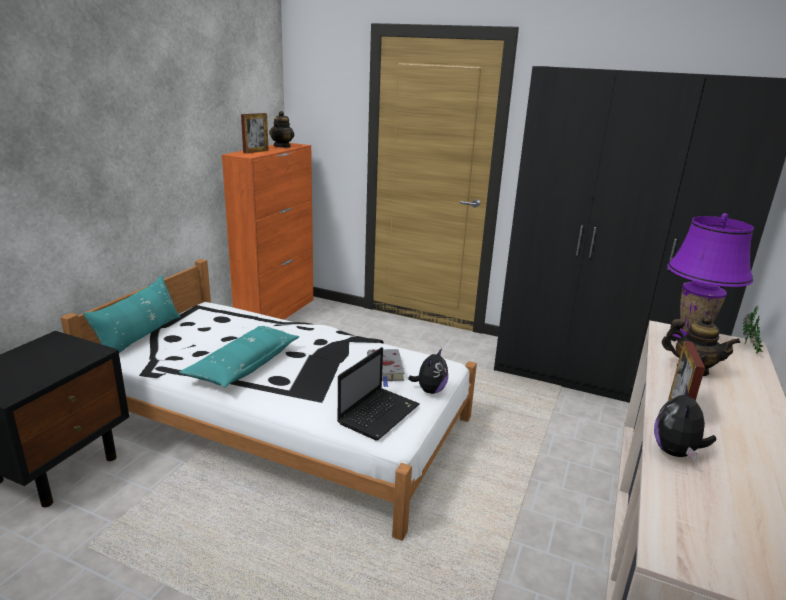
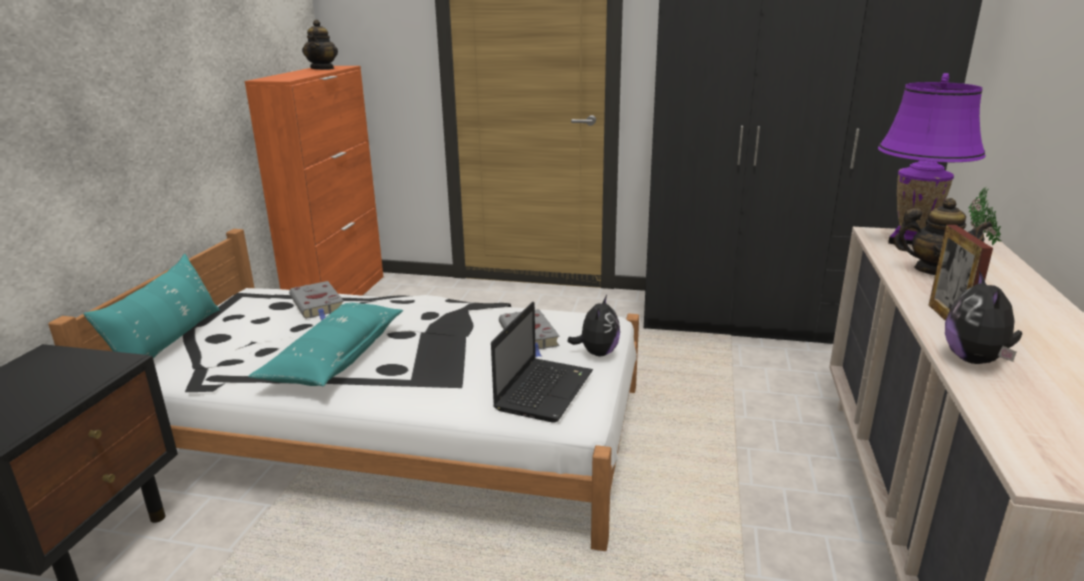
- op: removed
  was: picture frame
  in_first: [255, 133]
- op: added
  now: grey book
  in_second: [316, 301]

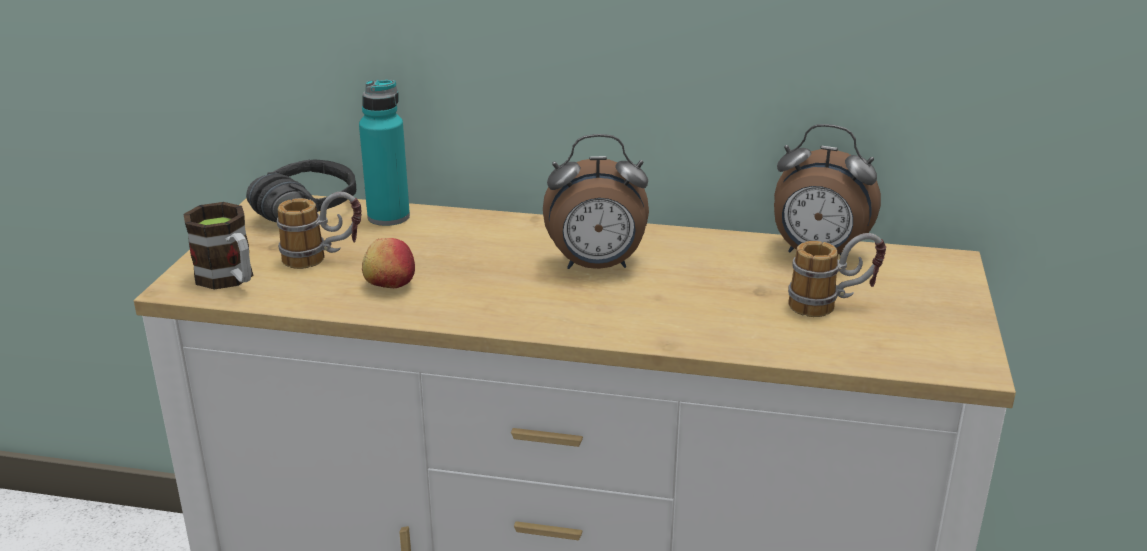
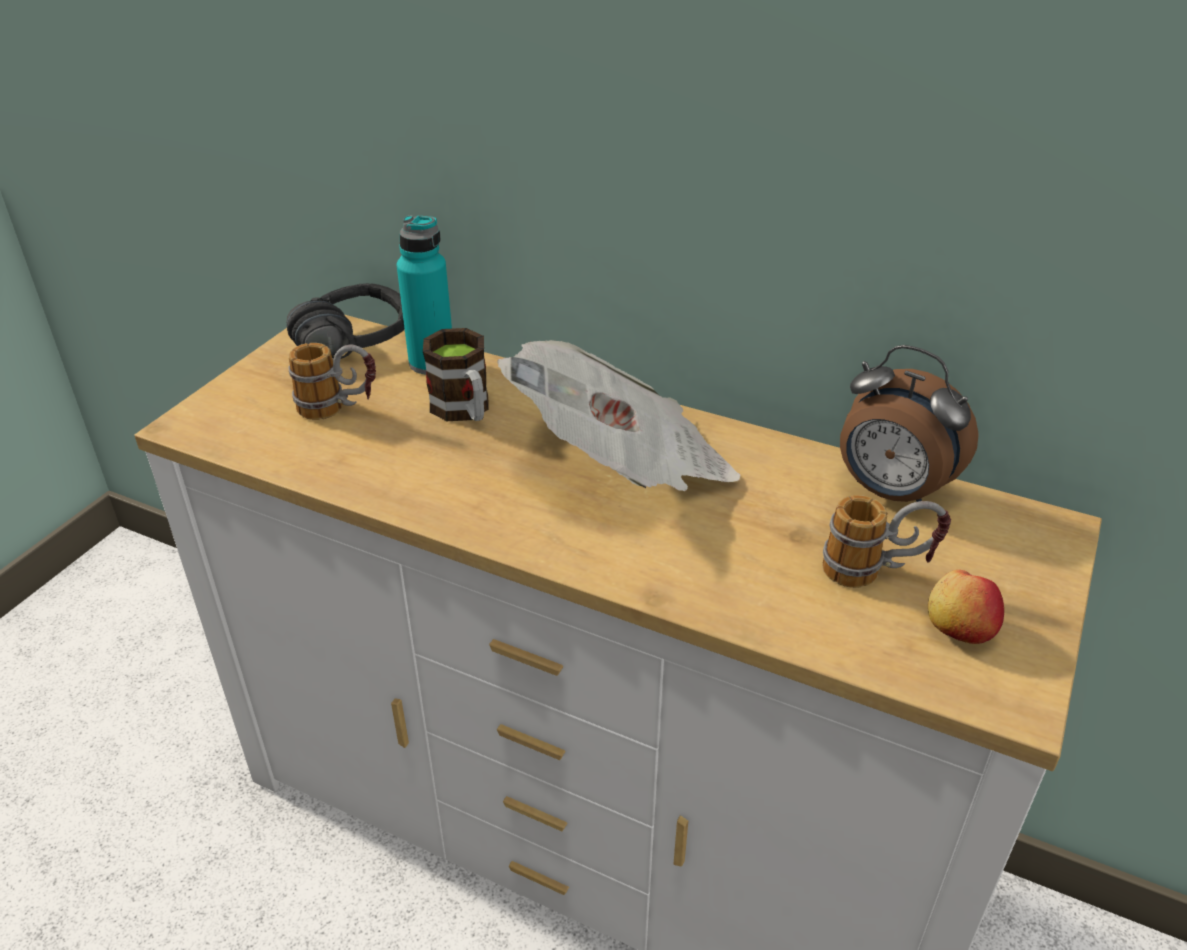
- op: moved
  was: mug
  in_first: [218, 246]
  in_second: [456, 374]
- op: moved
  was: apple
  in_first: [388, 263]
  in_second: [966, 607]
- op: replaced
  was: alarm clock
  now: newspaper
  in_first: [596, 201]
  in_second: [619, 415]

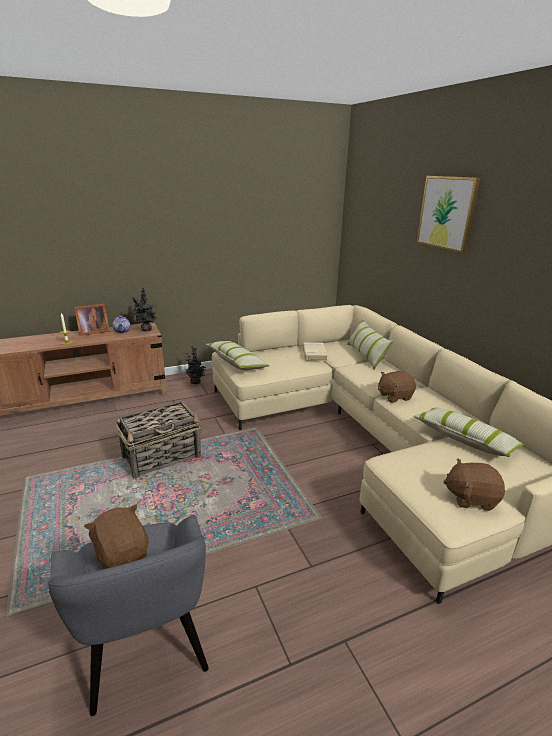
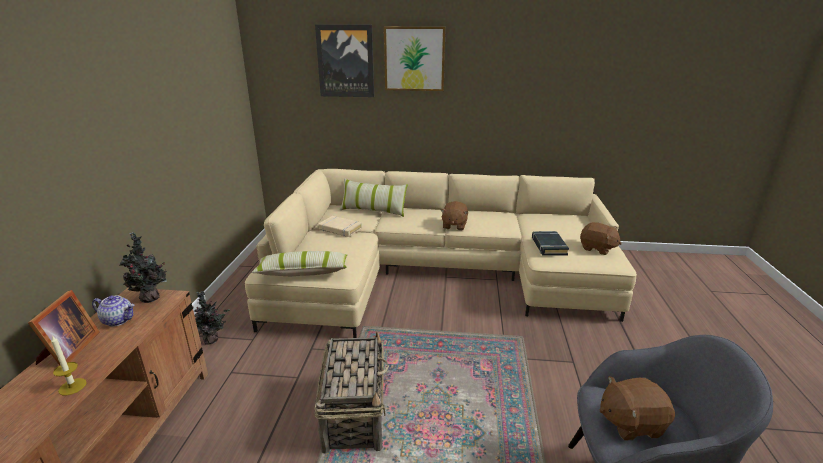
- op: removed
  was: pillow
  in_first: [468, 432]
- op: added
  now: picture
  in_second: [344, 61]
- op: added
  now: black book
  in_second: [550, 243]
- op: turned
  was: brown plush toy
  in_first: [474, 484]
  in_second: [601, 238]
  clockwise: -90

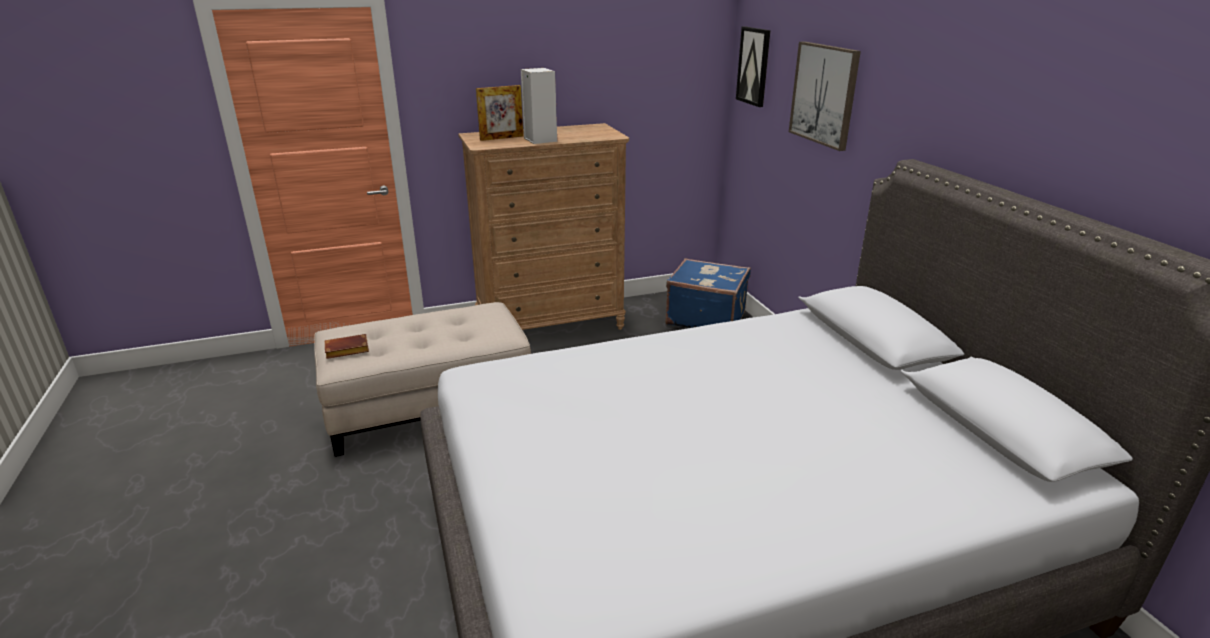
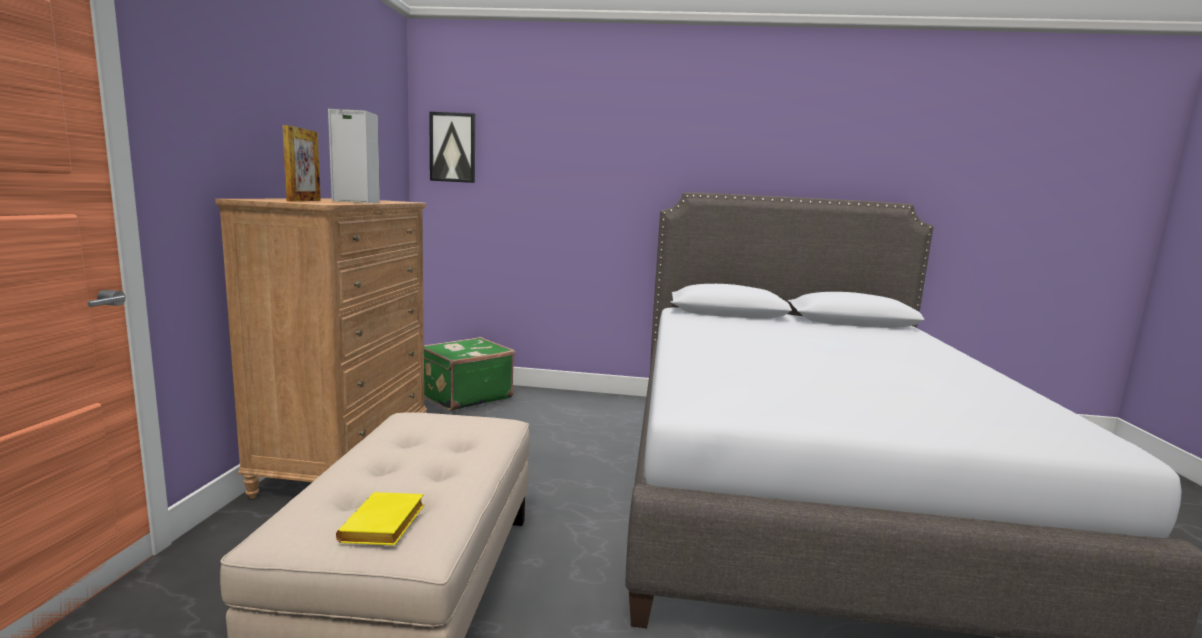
- op: removed
  was: picture
  in_first: [825, 96]
- op: recoloured
  was: brown book
  now: yellow book
  in_first: [347, 346]
  in_second: [380, 518]
- op: recoloured
  was: blue suitcase
  now: green suitcase
  in_first: [708, 293]
  in_second: [469, 374]

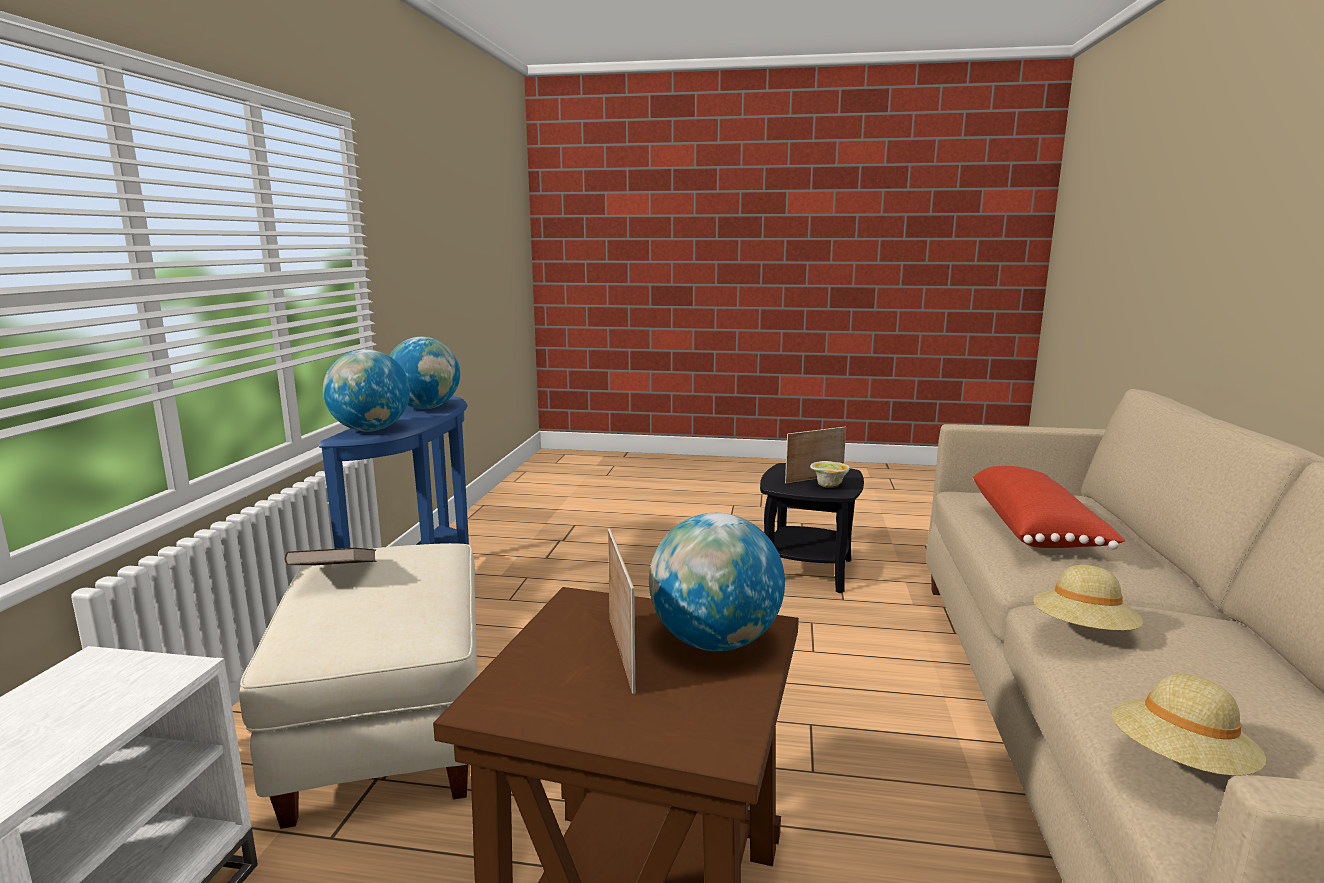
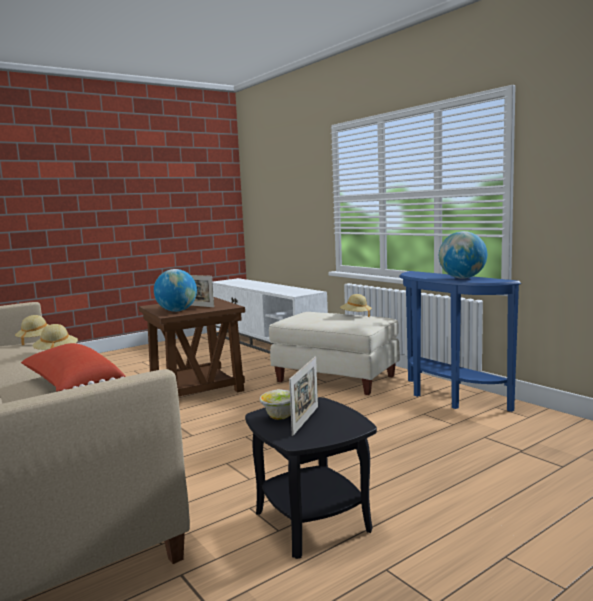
- op: removed
  was: globe
  in_first: [366, 390]
- op: replaced
  was: brown book
  now: beige hat
  in_first: [330, 556]
  in_second: [356, 305]

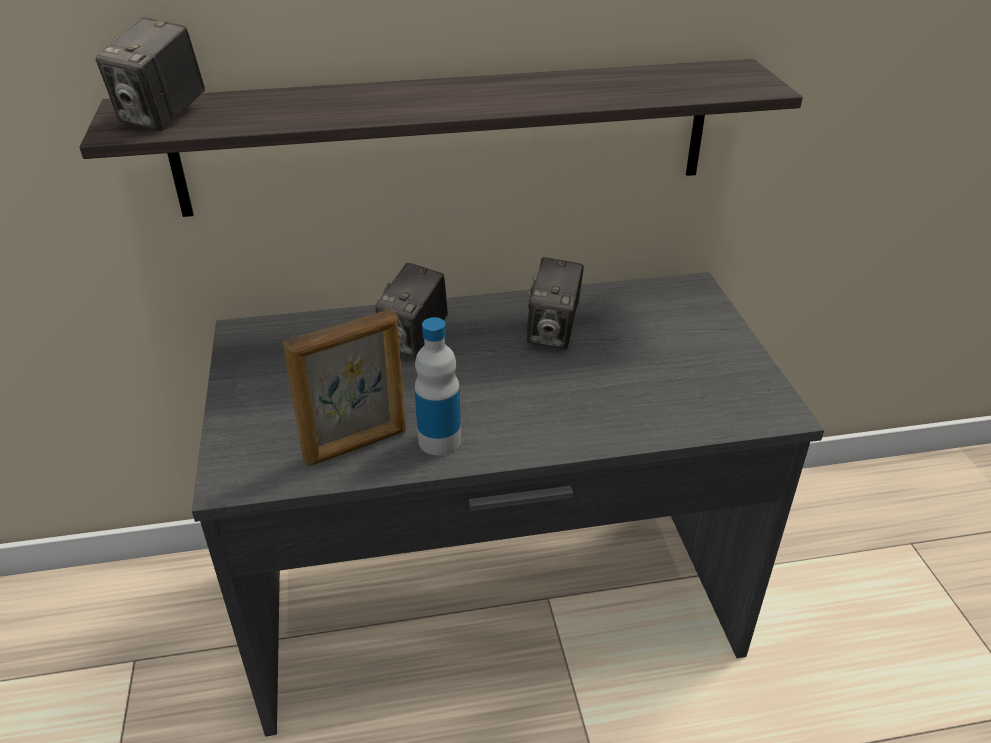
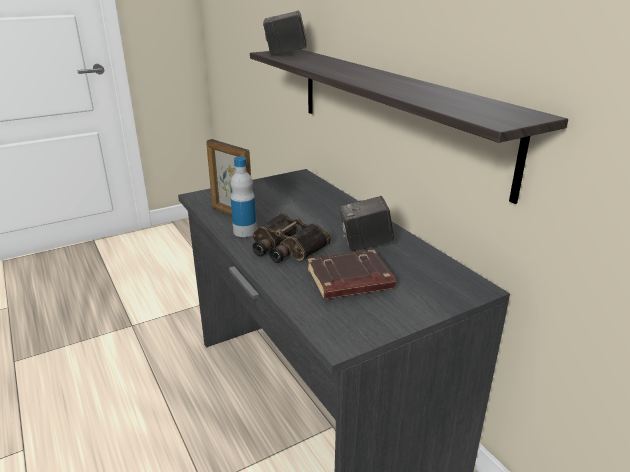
- op: removed
  was: photo camera
  in_first: [411, 310]
- op: added
  now: binoculars
  in_second: [291, 238]
- op: added
  now: brown book
  in_second: [351, 274]

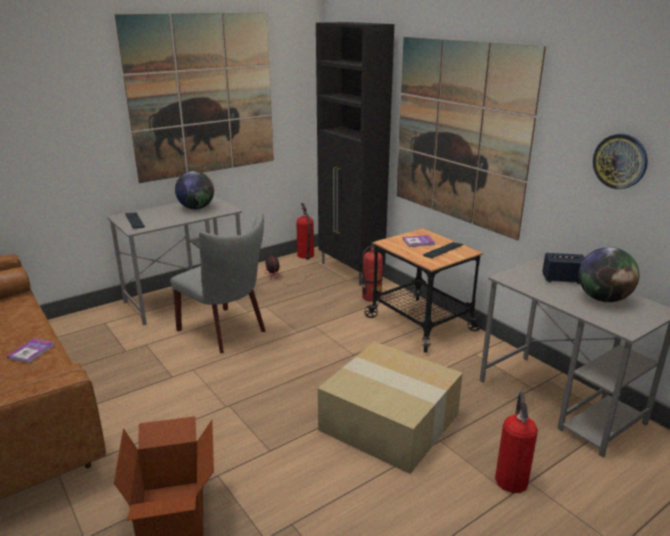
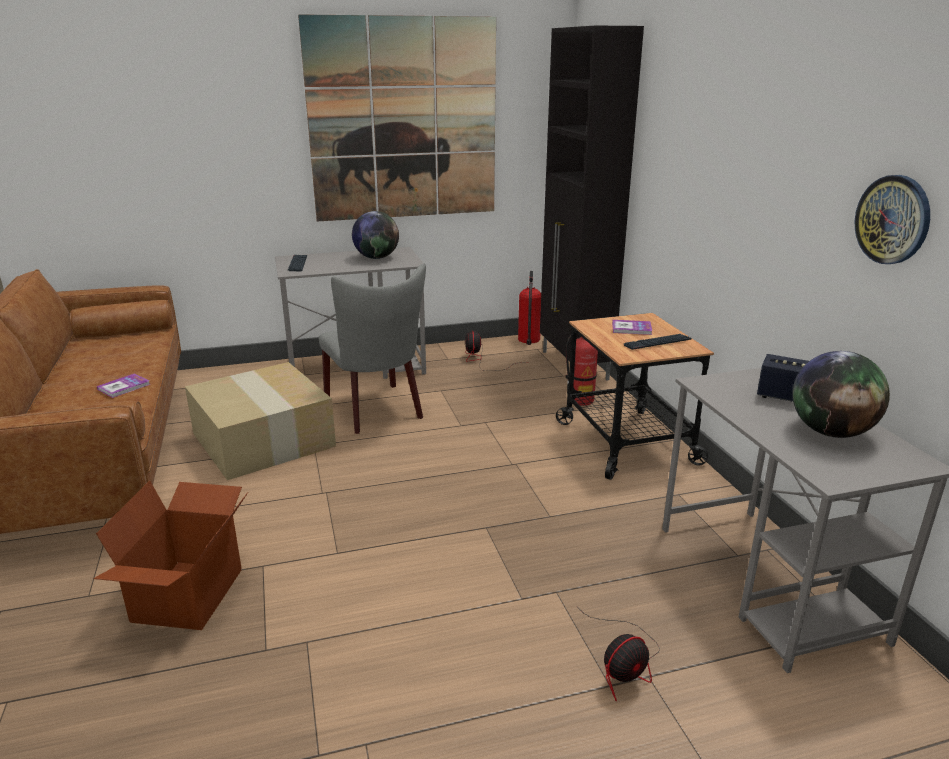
- op: removed
  was: picture
  in_first: [471, 139]
- op: moved
  was: cardboard box
  in_first: [390, 408]
  in_second: [260, 421]
- op: replaced
  was: fire extinguisher
  now: fan
  in_first: [516, 442]
  in_second: [618, 654]

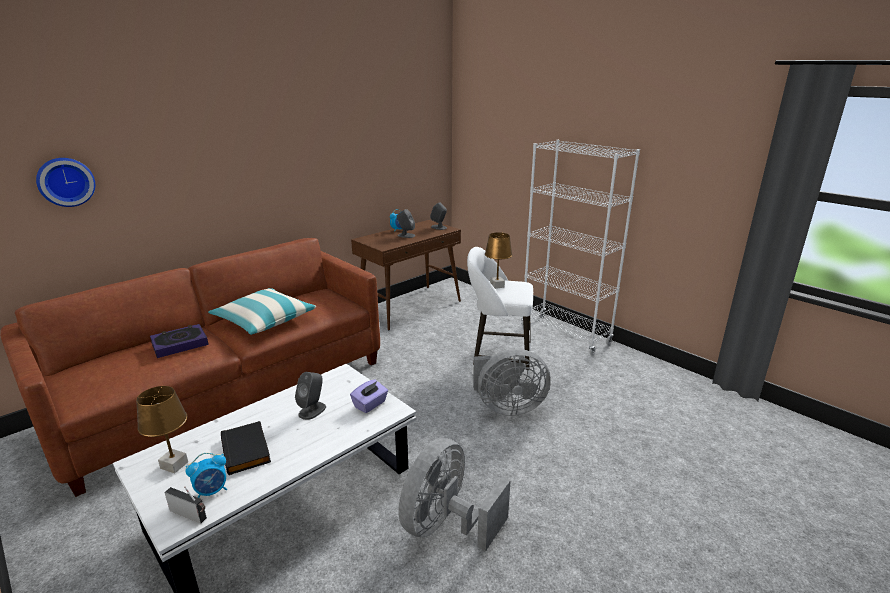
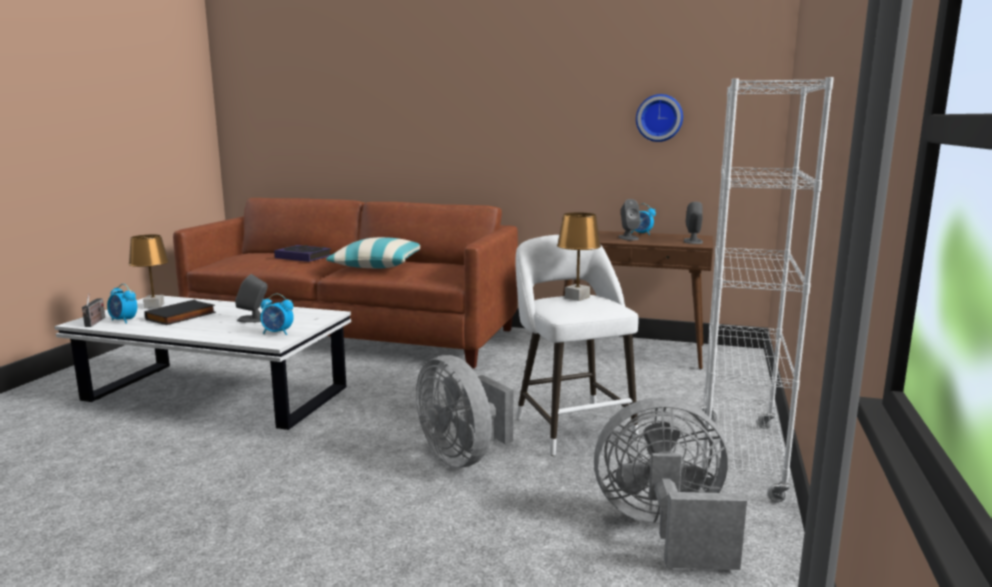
- op: moved
  was: wall clock
  in_first: [65, 182]
  in_second: [659, 118]
- op: moved
  was: grey fan
  in_first: [454, 494]
  in_second: [670, 483]
- op: replaced
  was: purple tissue box
  now: alarm clock
  in_first: [369, 396]
  in_second: [277, 314]

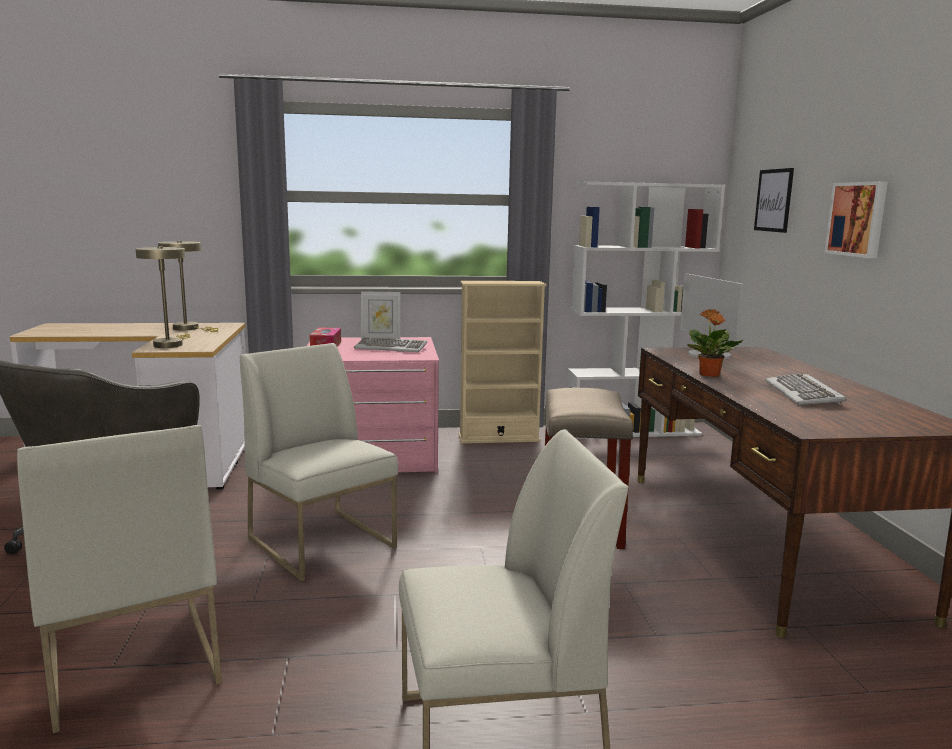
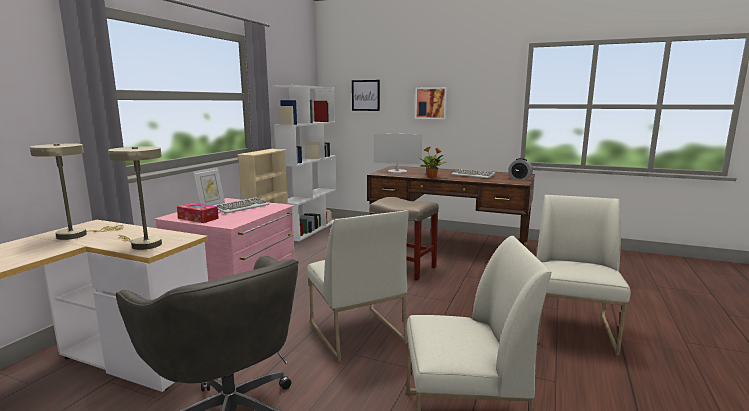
- op: added
  now: alarm clock
  in_second: [520, 169]
- op: turned
  was: white chair
  in_first: [319, 462]
  in_second: [358, 286]
  clockwise: -105

